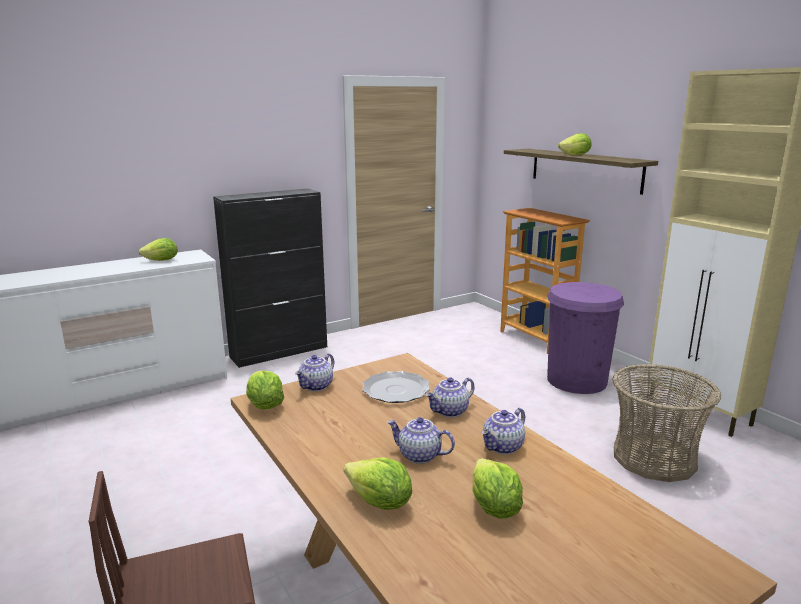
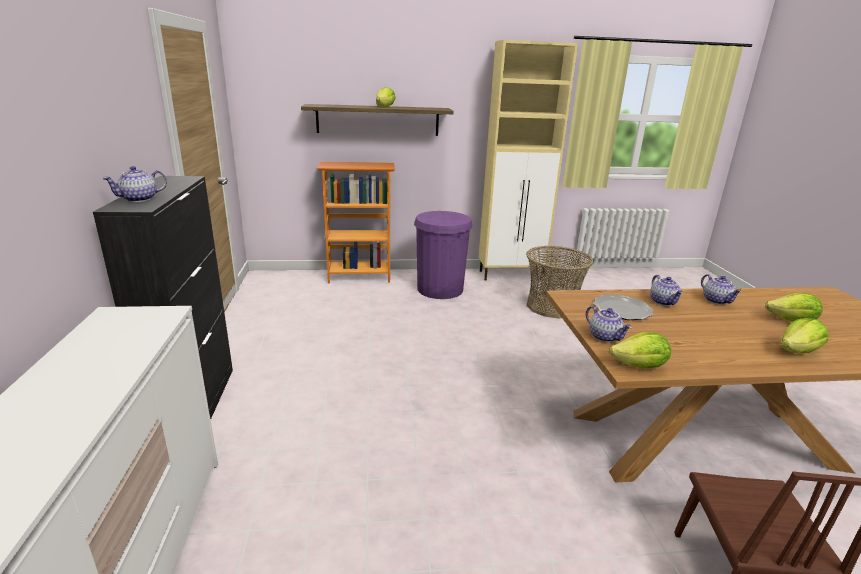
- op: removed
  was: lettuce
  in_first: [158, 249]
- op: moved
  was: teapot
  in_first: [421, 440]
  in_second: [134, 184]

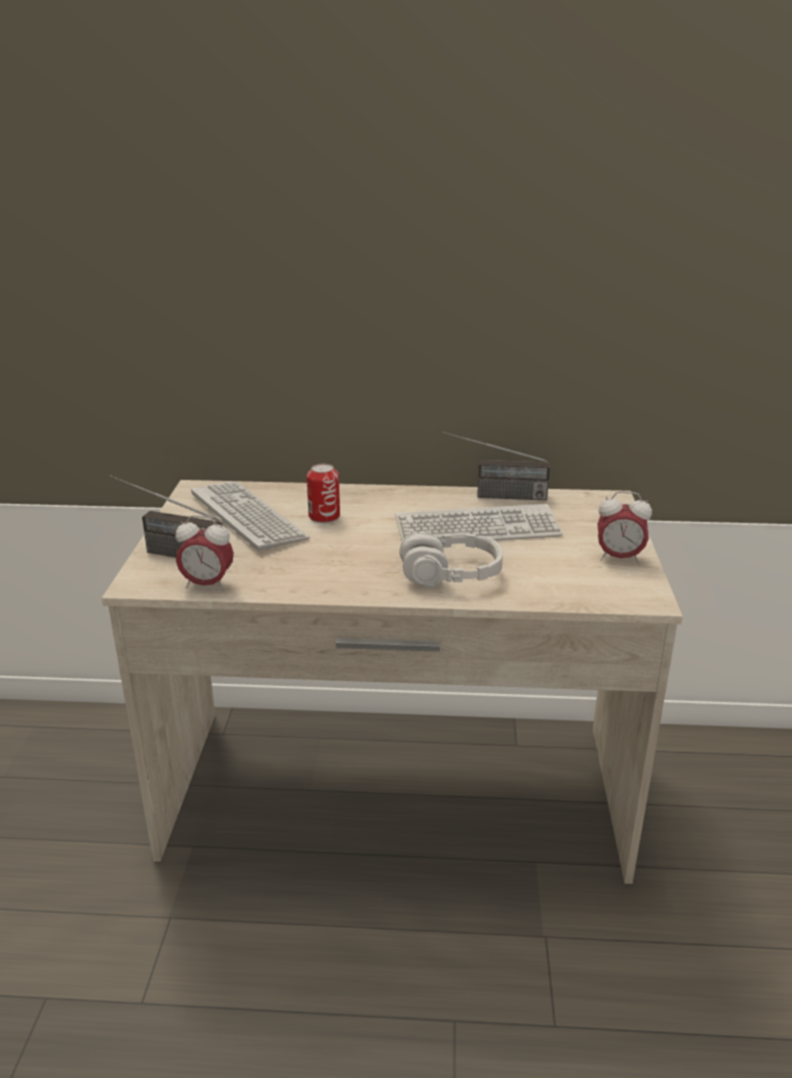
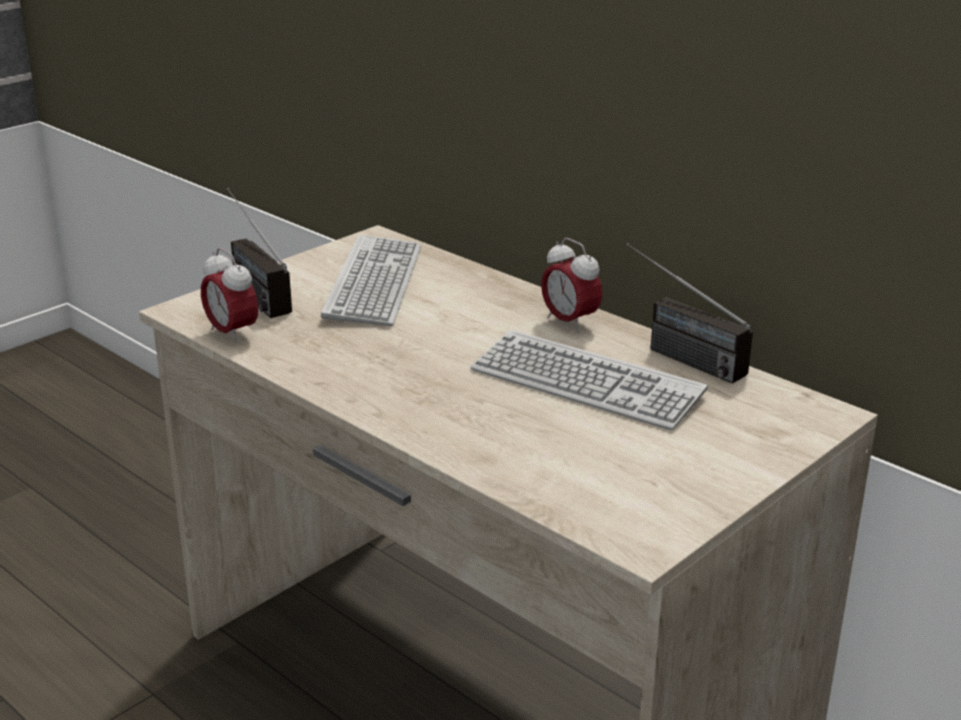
- op: removed
  was: can
  in_first: [323, 493]
- op: removed
  was: grey headphones
  in_first: [451, 559]
- op: moved
  was: alarm clock
  in_first: [624, 527]
  in_second: [572, 285]

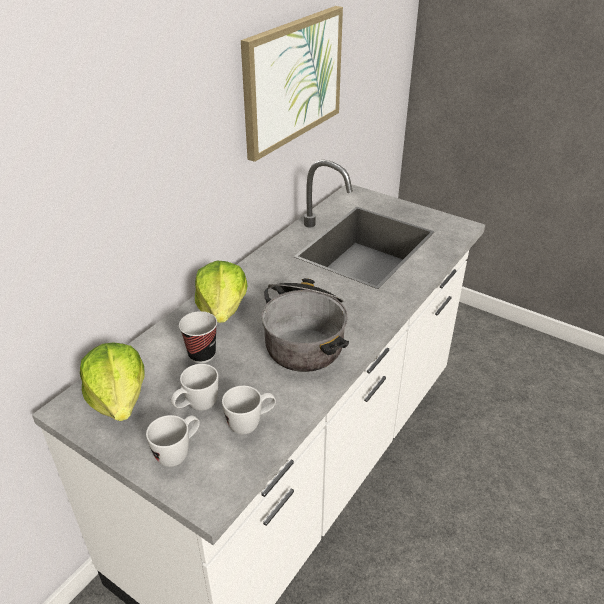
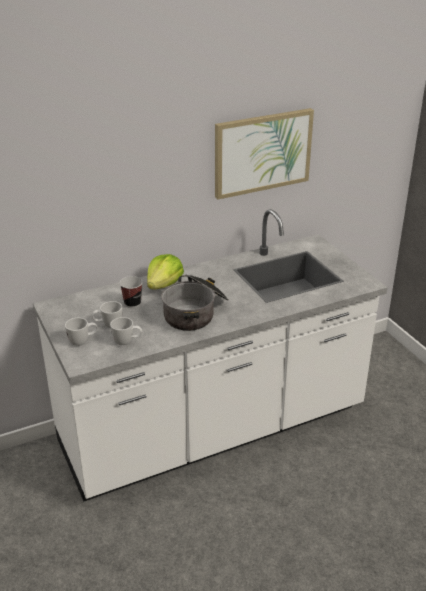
- op: removed
  was: lettuce
  in_first: [112, 381]

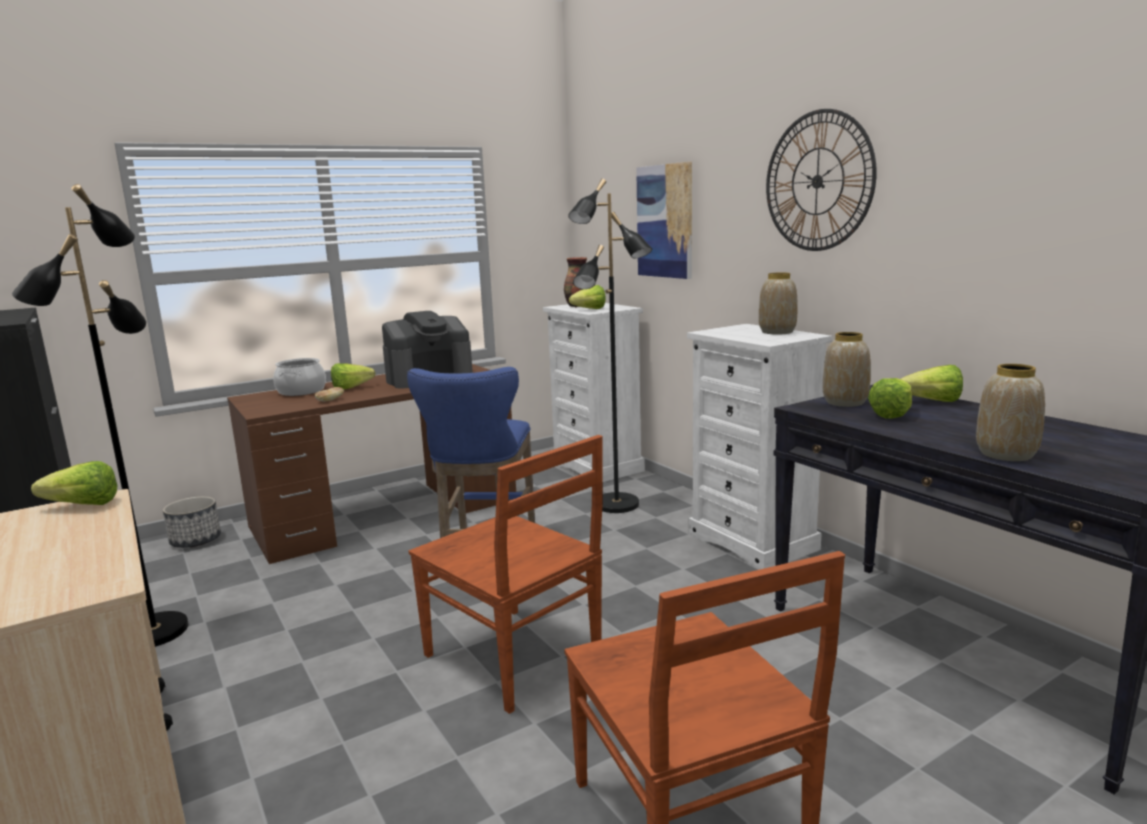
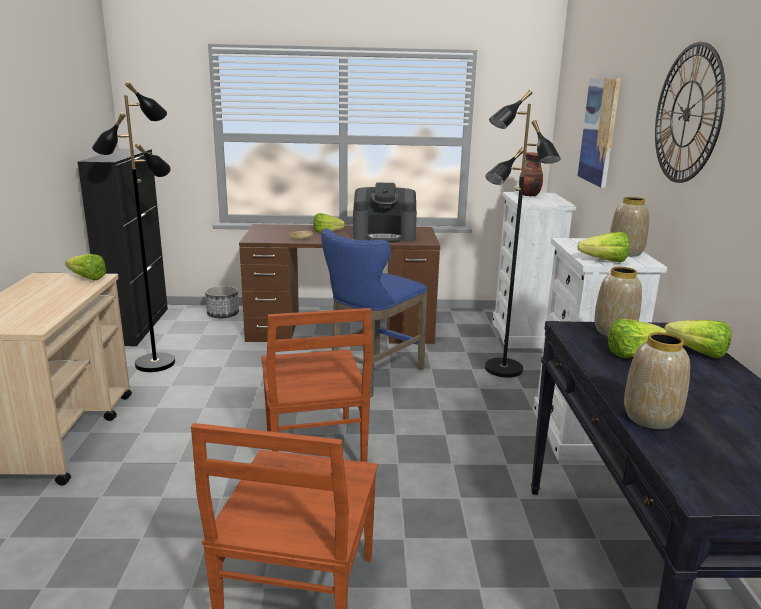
- op: removed
  was: cooking pot
  in_first: [299, 377]
- op: moved
  was: lettuce
  in_first: [587, 297]
  in_second: [603, 247]

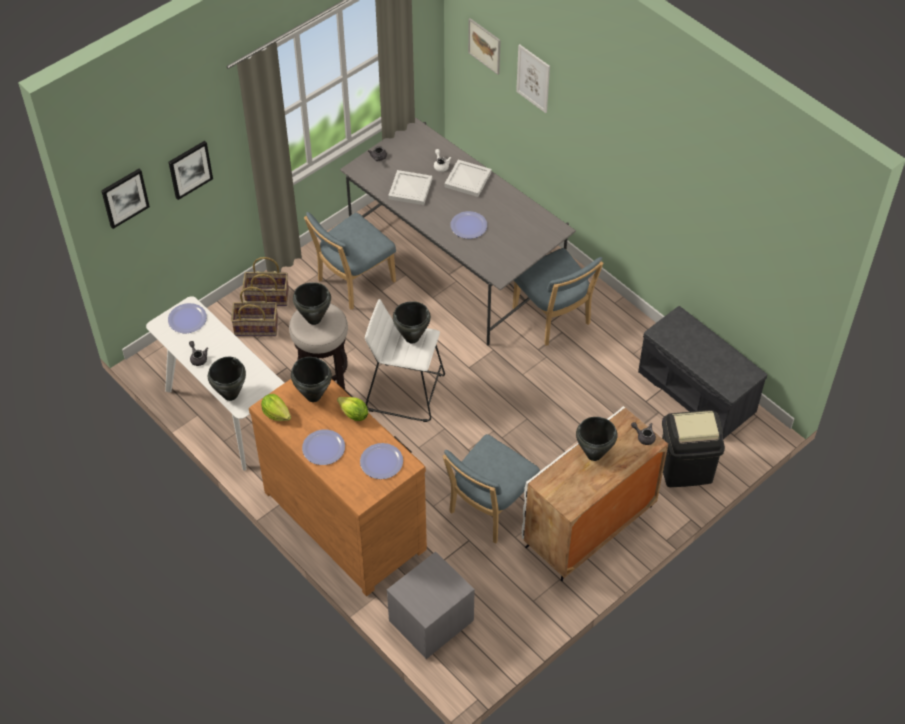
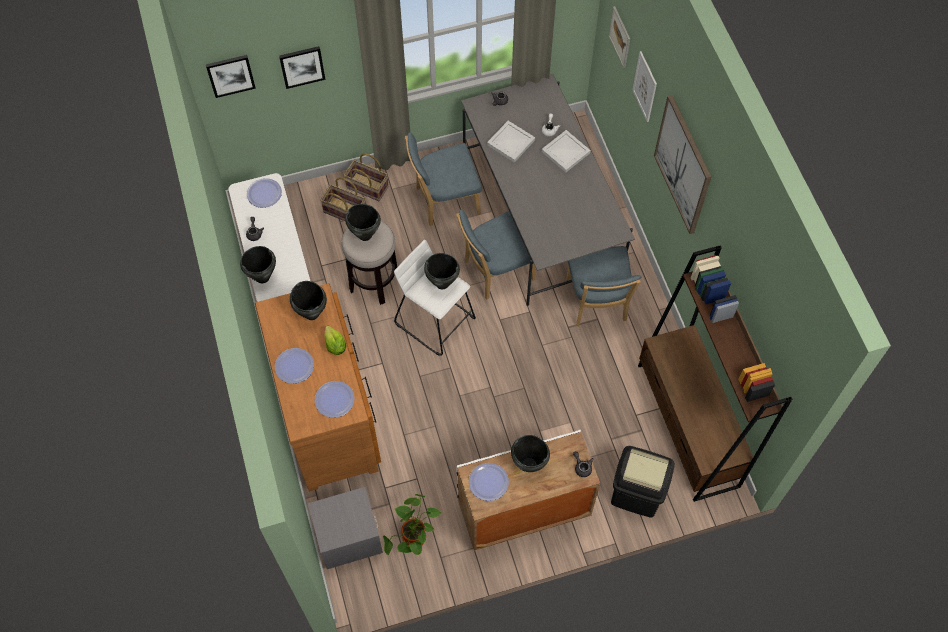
- op: removed
  was: lettuce
  in_first: [276, 407]
- op: added
  now: potted plant
  in_second: [412, 524]
- op: added
  now: picture
  in_second: [682, 164]
- op: moved
  was: blue chair
  in_first: [491, 488]
  in_second: [496, 254]
- op: moved
  was: plate
  in_first: [468, 225]
  in_second: [489, 482]
- op: replaced
  was: grey bench
  now: brown bookcase
  in_first: [702, 372]
  in_second: [715, 373]

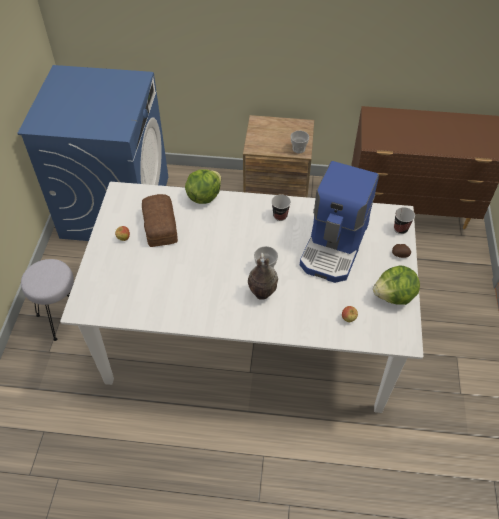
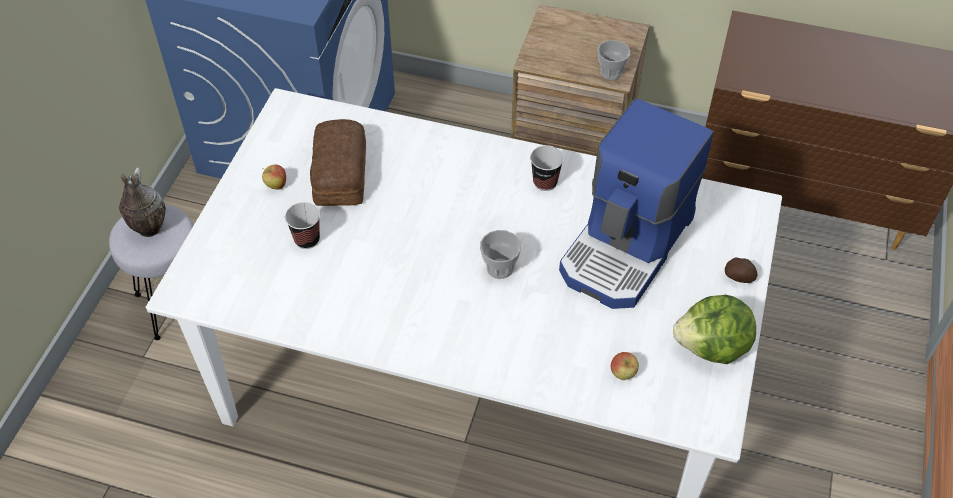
- op: removed
  was: lettuce
  in_first: [203, 186]
- op: moved
  was: vase
  in_first: [263, 276]
  in_second: [142, 202]
- op: moved
  was: cup
  in_first: [404, 220]
  in_second: [302, 225]

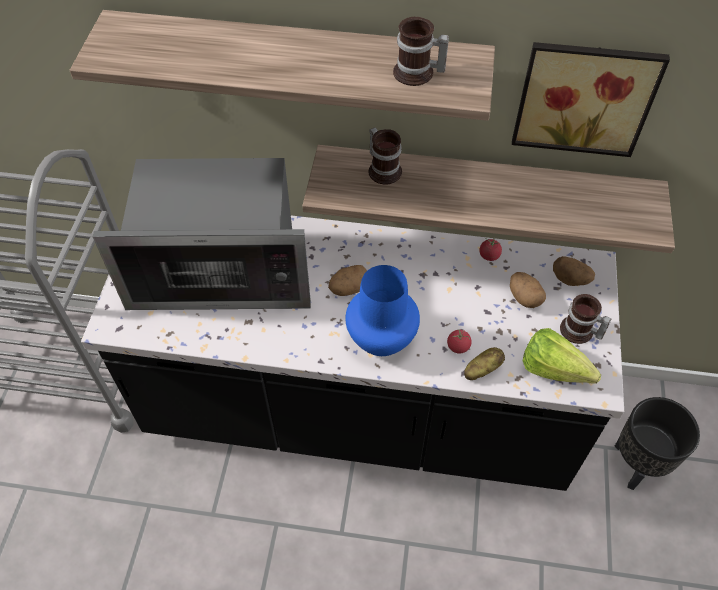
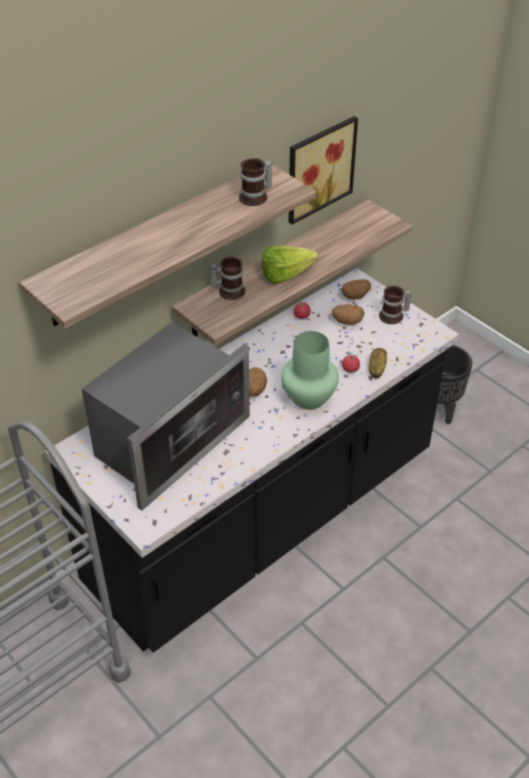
- op: moved
  was: lettuce
  in_first: [562, 356]
  in_second: [289, 265]
- op: recoloured
  was: blue vase
  now: green vase
  in_first: [382, 310]
  in_second: [310, 370]

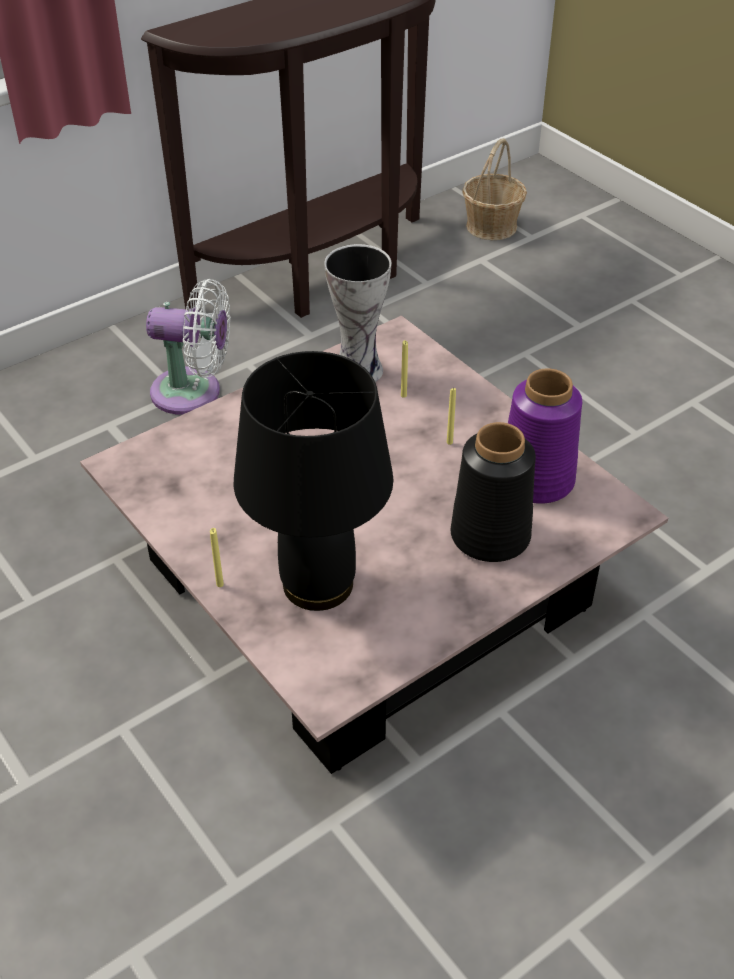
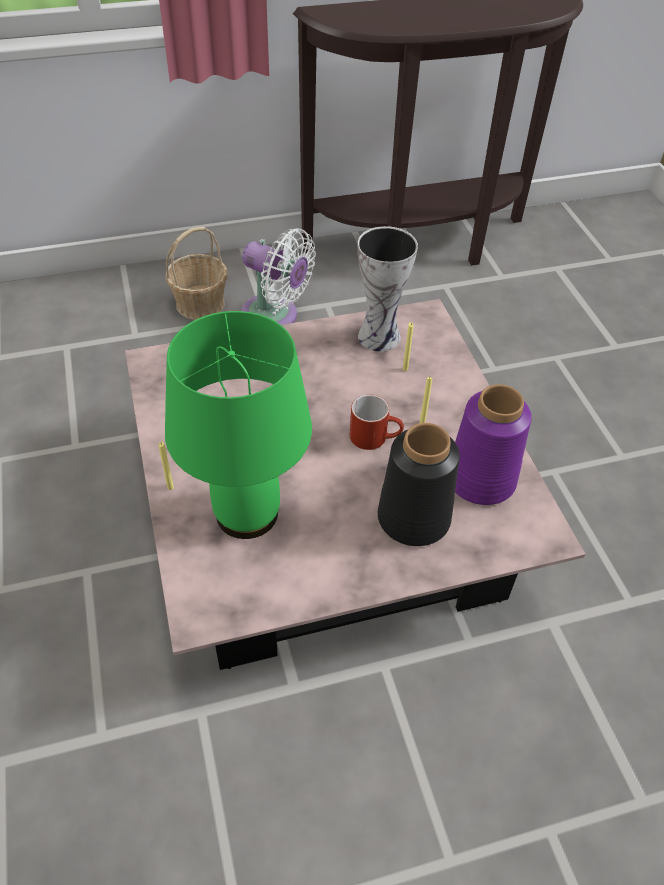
- op: added
  now: red mug
  in_second: [377, 422]
- op: moved
  was: basket
  in_first: [494, 189]
  in_second: [197, 273]
- op: recoloured
  was: black table lamp
  now: green table lamp
  in_first: [313, 481]
  in_second: [238, 425]

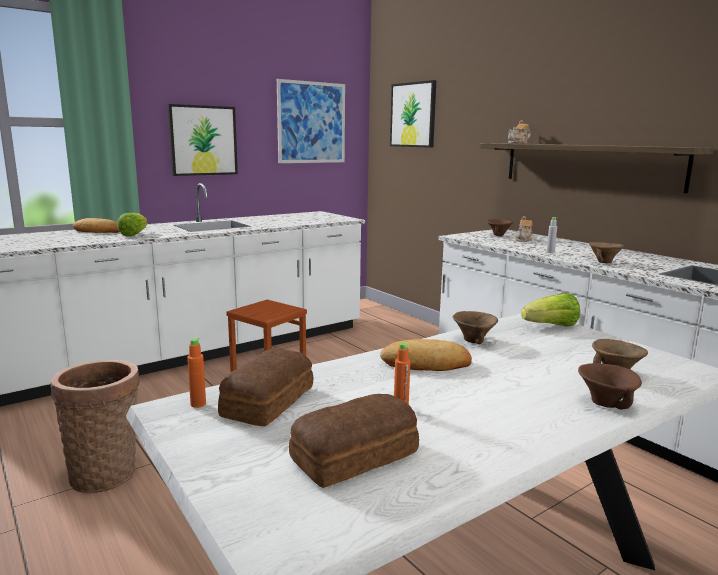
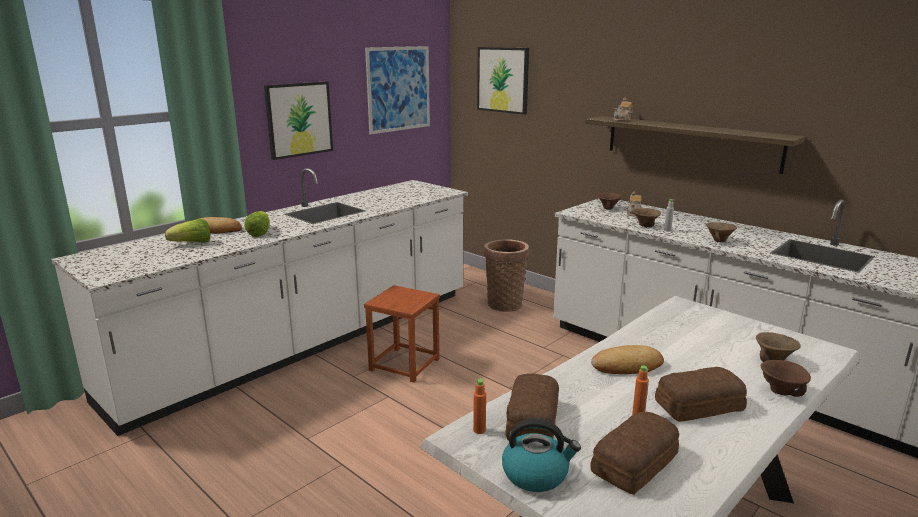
- op: added
  now: kettle
  in_second: [541, 455]
- op: added
  now: bread
  in_second: [701, 394]
- op: moved
  was: basket
  in_first: [95, 427]
  in_second: [506, 275]
- op: moved
  was: brown bowl
  in_first: [475, 328]
  in_second: [647, 218]
- op: moved
  was: lettuce
  in_first: [550, 310]
  in_second: [187, 231]

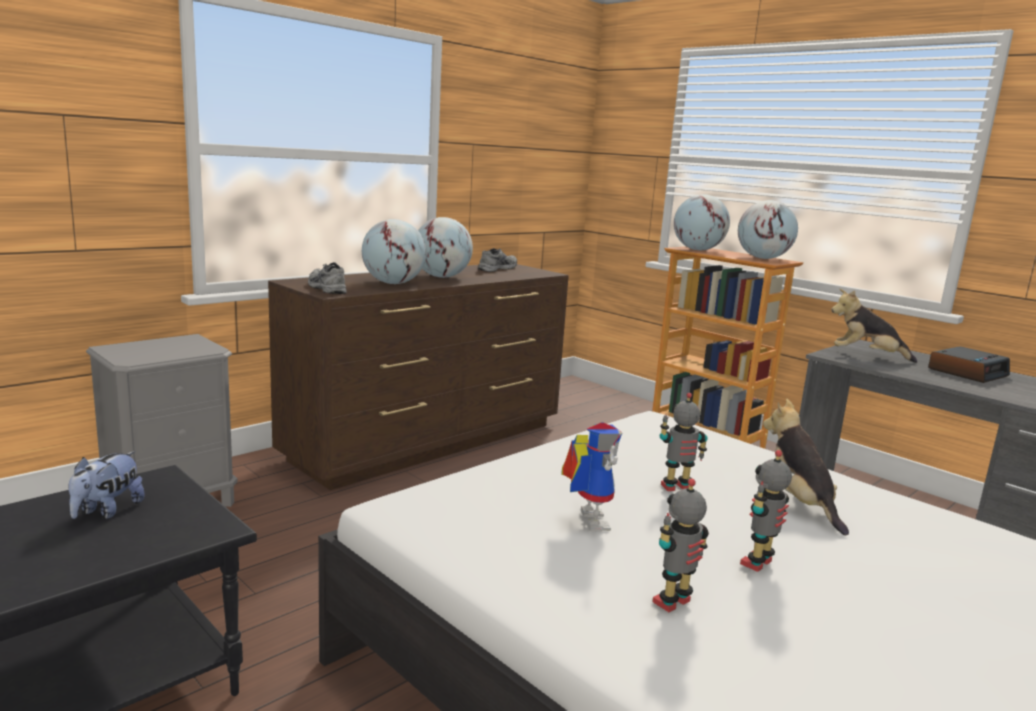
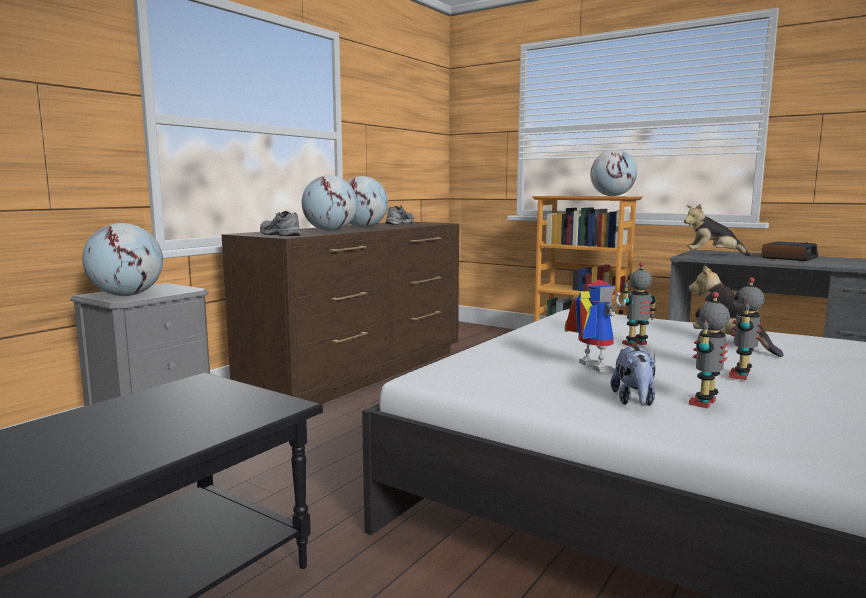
- op: moved
  was: plush toy
  in_first: [106, 485]
  in_second: [633, 376]
- op: moved
  was: globe
  in_first: [702, 222]
  in_second: [122, 259]

